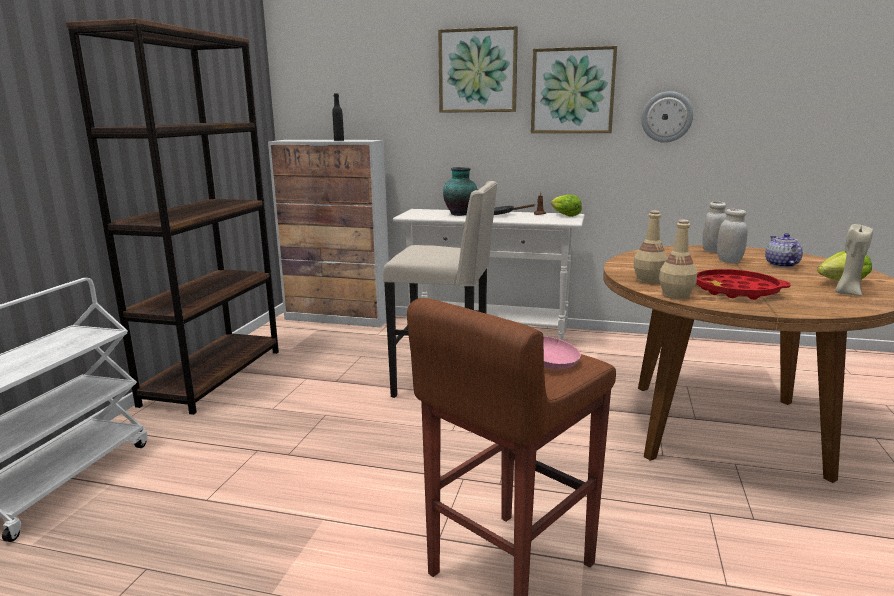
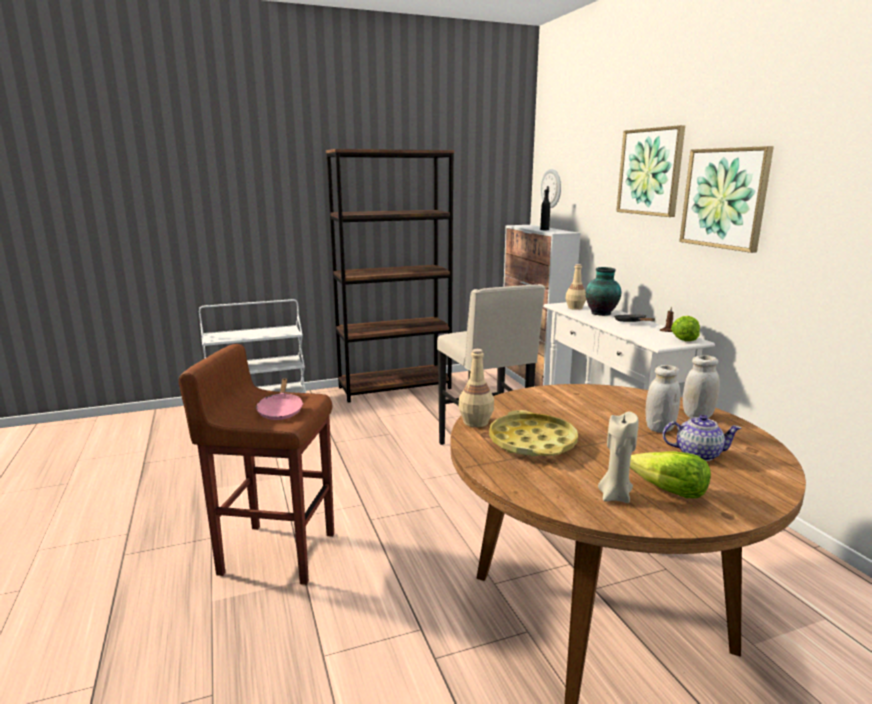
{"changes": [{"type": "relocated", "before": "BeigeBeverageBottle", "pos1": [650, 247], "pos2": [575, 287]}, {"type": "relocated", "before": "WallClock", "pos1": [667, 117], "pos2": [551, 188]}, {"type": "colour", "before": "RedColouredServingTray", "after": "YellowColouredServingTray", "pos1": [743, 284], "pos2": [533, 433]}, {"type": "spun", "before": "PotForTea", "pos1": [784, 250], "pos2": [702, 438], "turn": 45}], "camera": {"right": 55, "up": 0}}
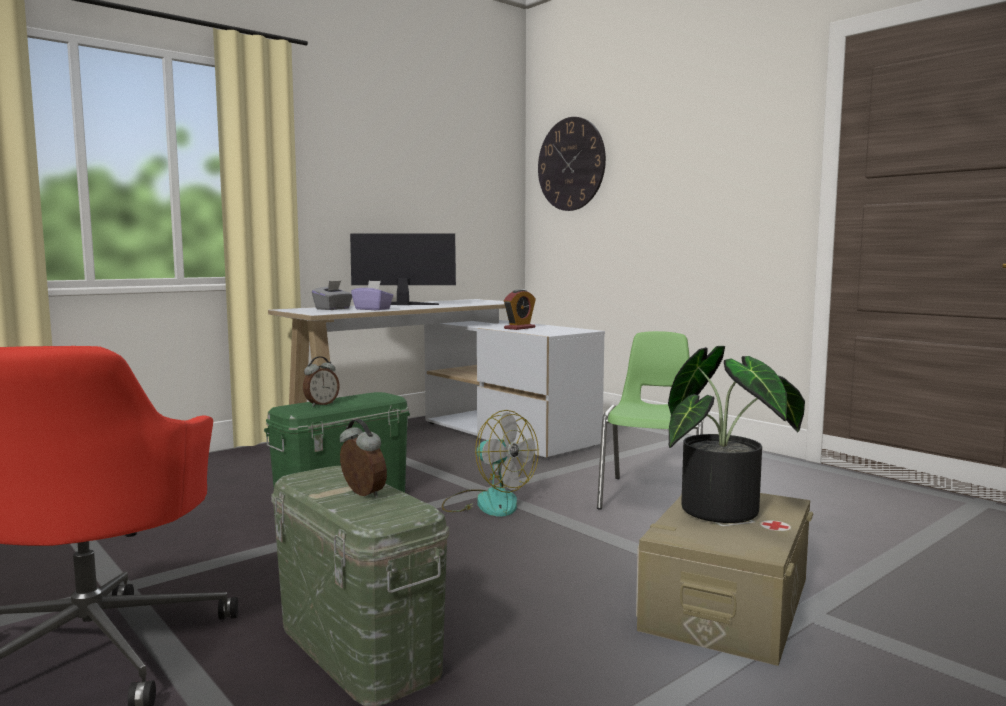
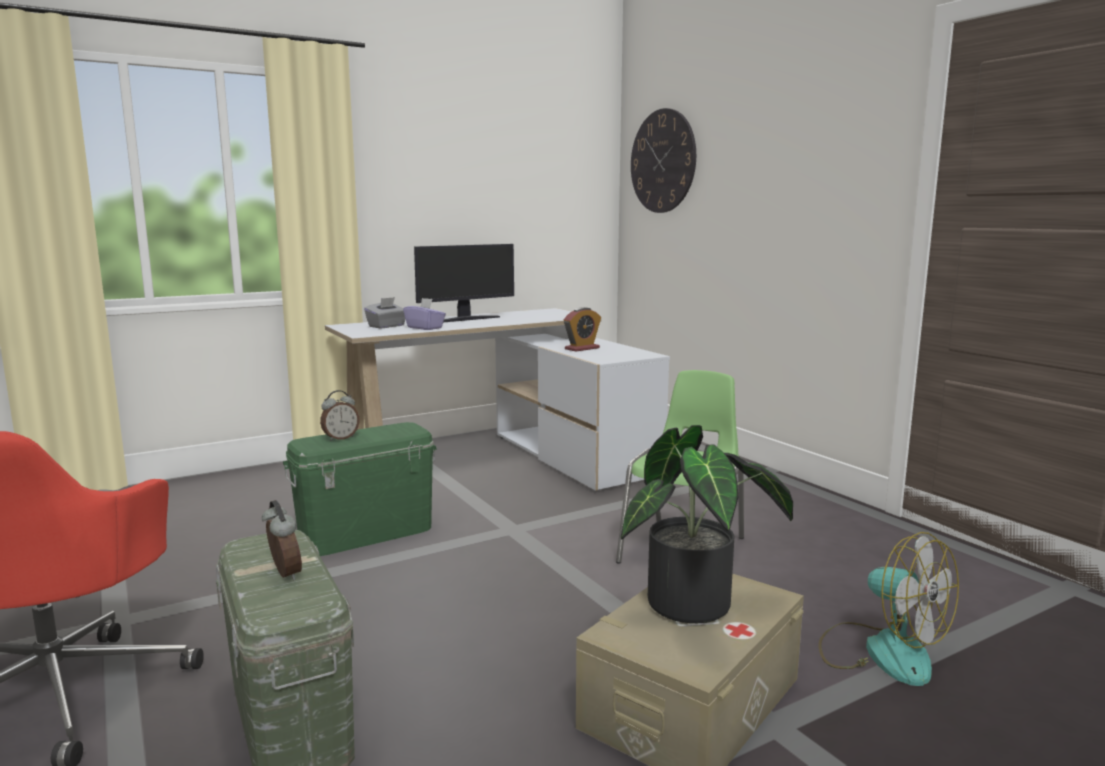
{"changes": [{"type": "relocated", "before": "Fan", "pos1": [490, 463], "pos2": [888, 609]}, {"type": "spun", "before": "Monitor", "pos1": [403, 269], "pos2": [464, 283], "turn": 135}], "camera": {"right": 10, "up": 5}}
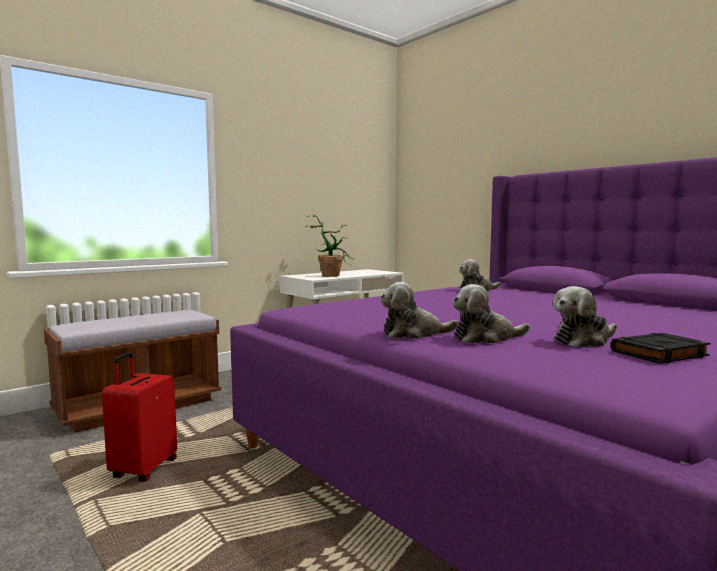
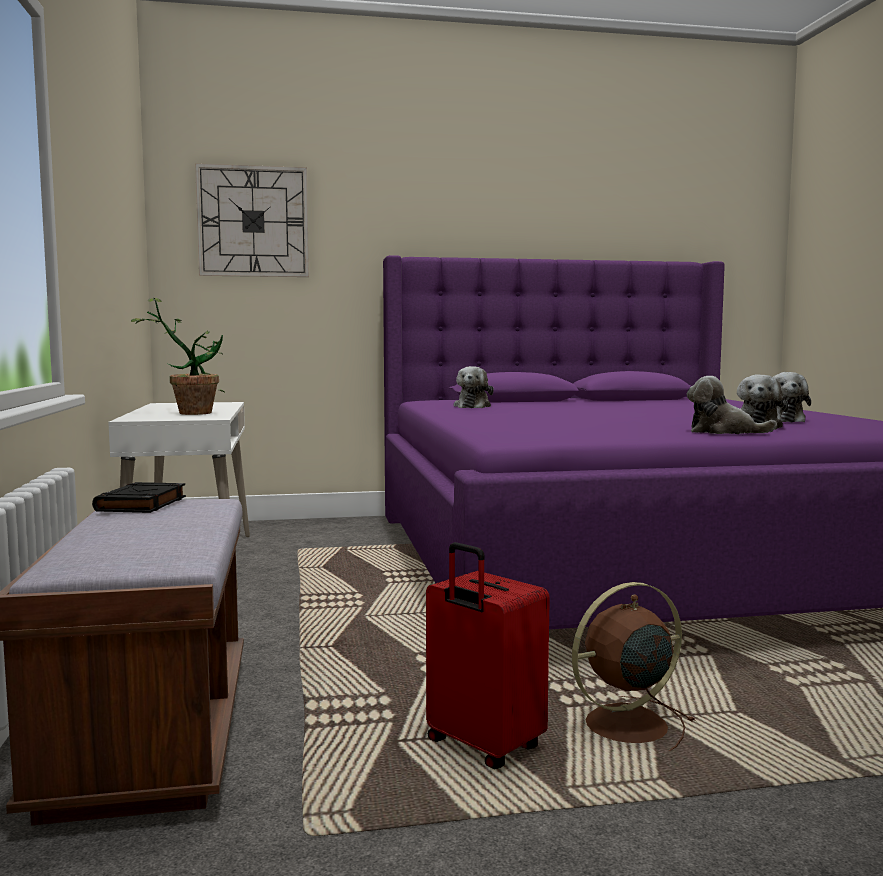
{"changes": [{"type": "appeared", "after": "WallClock", "pos2": [252, 220]}, {"type": "appeared", "after": "BrownishFan", "pos2": [634, 666]}, {"type": "relocated", "before": "BlackishBook", "pos1": [660, 348], "pos2": [139, 497]}, {"type": "spun", "before": "SoftToy", "pos1": [419, 310], "pos2": [732, 405], "turn": 90}], "camera": {"right": -60, "up": 0}}
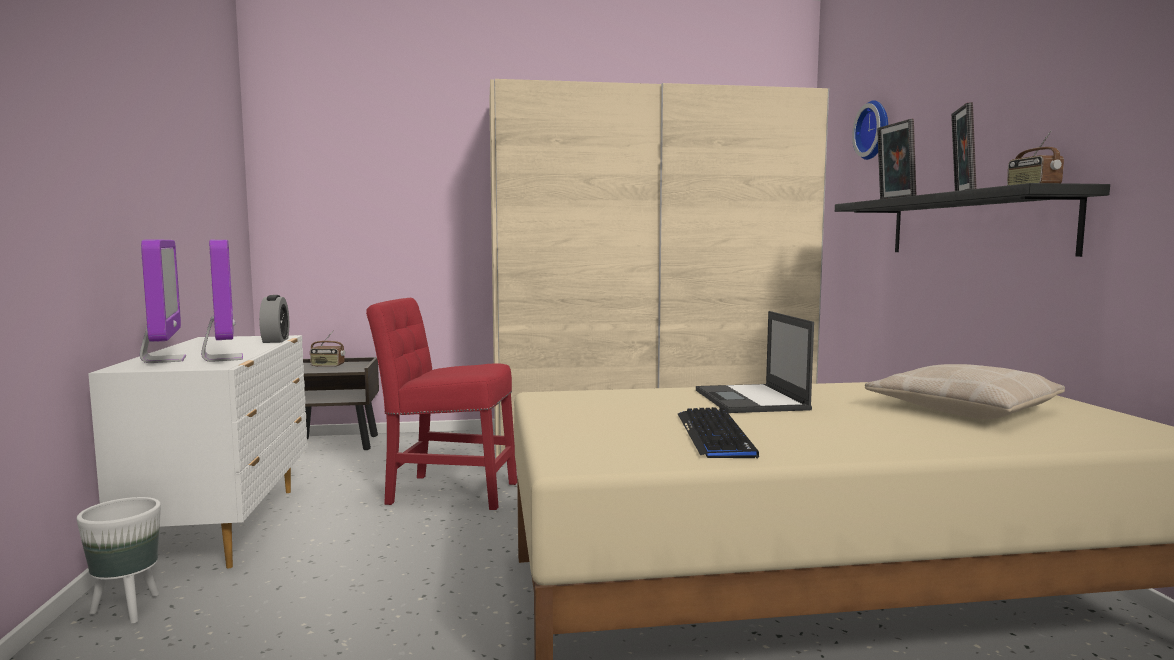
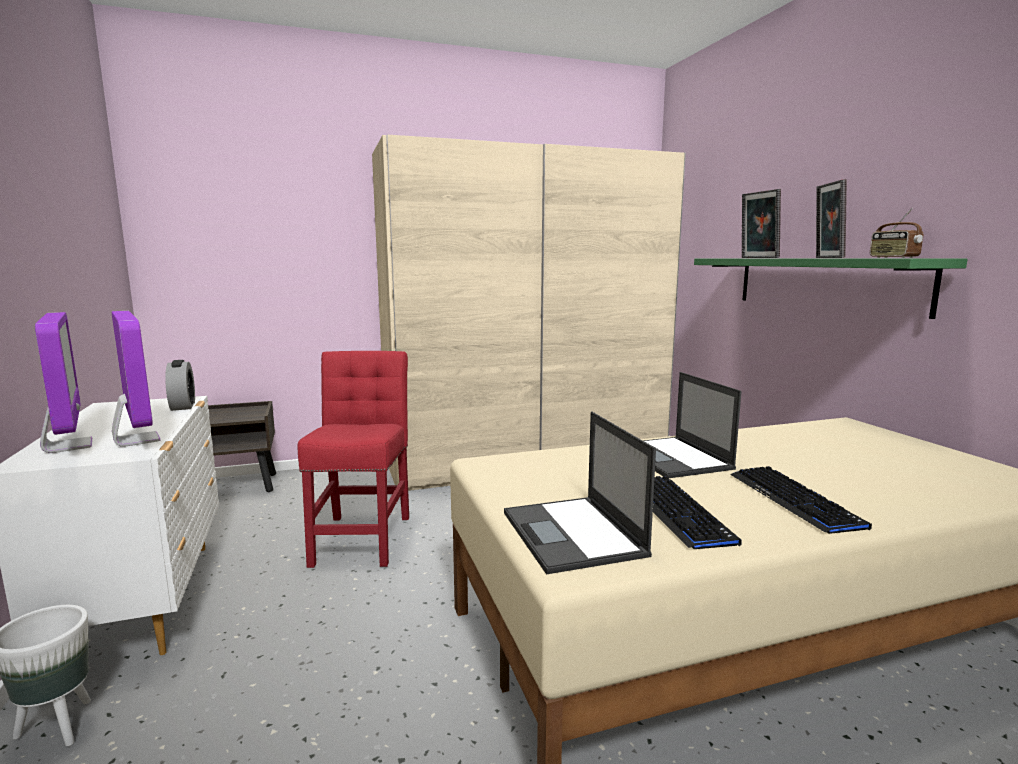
{"changes": [{"type": "missing", "before": "Radio", "pos1": [327, 349]}, {"type": "missing", "before": "WallClock", "pos1": [870, 130]}, {"type": "missing", "before": "BeigeCushion", "pos1": [965, 391]}, {"type": "appeared", "after": "Laptop", "pos2": [580, 493]}, {"type": "appeared", "after": "Keyboard", "pos2": [801, 500]}, {"type": "colour", "before": "BlackishWallShelf", "after": "GreenColouredWallShelf", "pos1": [972, 220], "pos2": [831, 288]}, {"type": "spun", "before": "RedColouredUprightChair", "pos1": [441, 404], "pos2": [353, 459], "turn": 90}], "camera": {"right": -10, "up": 5}}
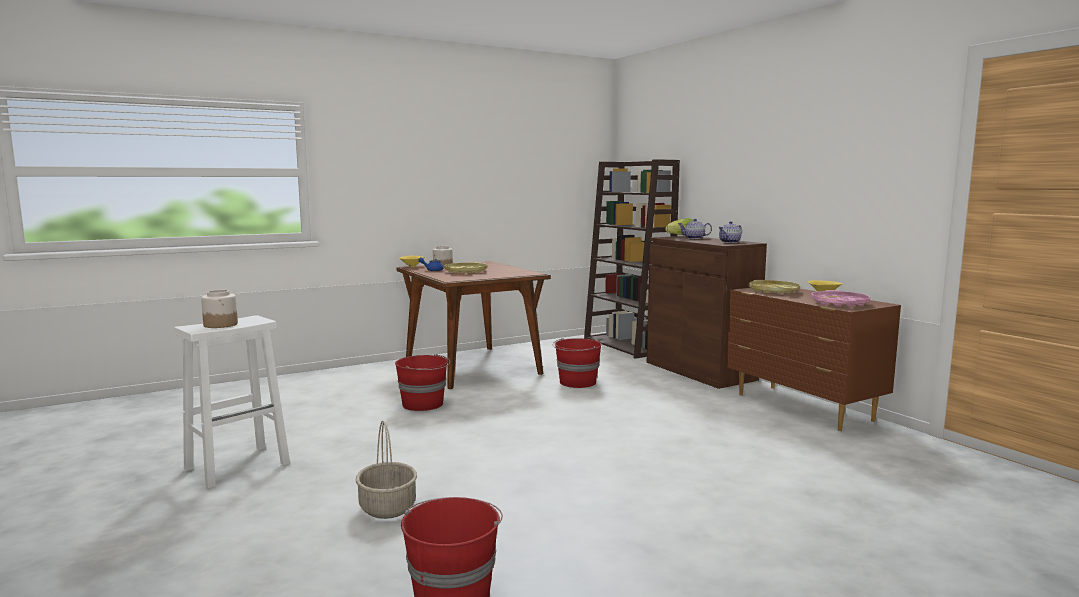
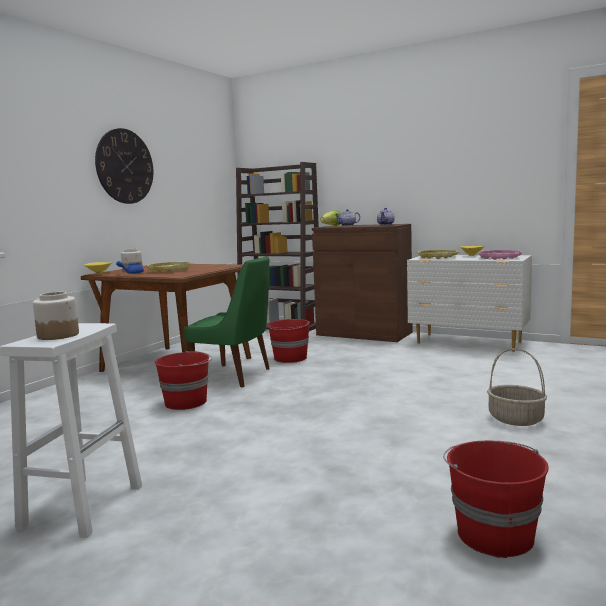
{"changes": [{"type": "appeared", "after": "WallClock", "pos2": [124, 166]}, {"type": "appeared", "after": "GreenColouredUprightChair", "pos2": [226, 321]}, {"type": "relocated", "before": "StorageBasket", "pos1": [386, 470], "pos2": [517, 387]}, {"type": "colour", "before": "BrownishChestOfDrawers", "after": "WhiteColouredChestOfDrawers", "pos1": [814, 359], "pos2": [469, 303]}], "camera": {"right": -30, "up": 0}}
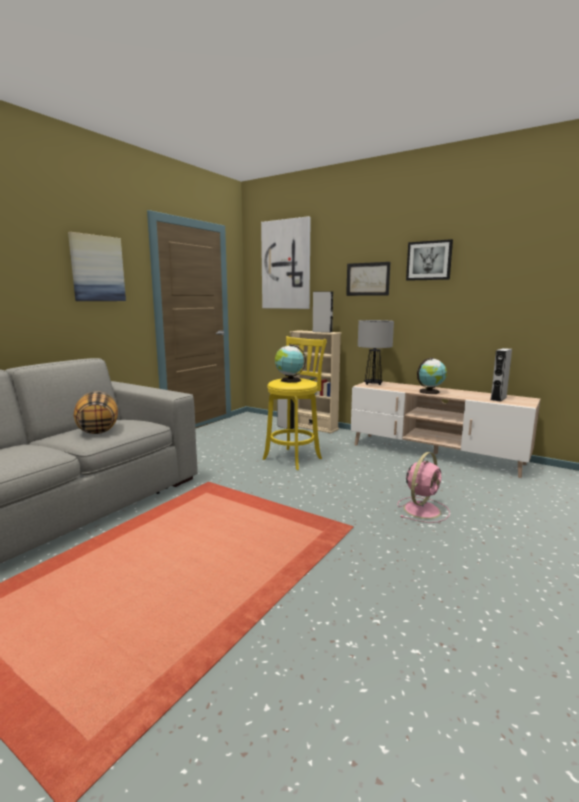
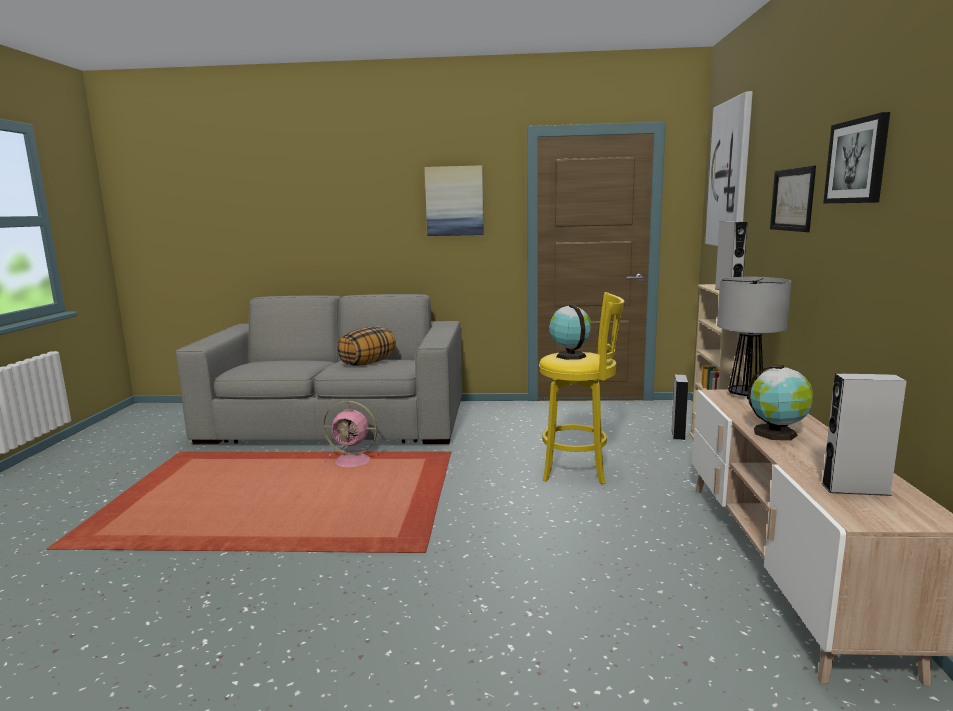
{"changes": [{"type": "relocated", "before": "PinkFan", "pos1": [424, 487], "pos2": [350, 434]}], "camera": {"right": 60, "up": 0}}
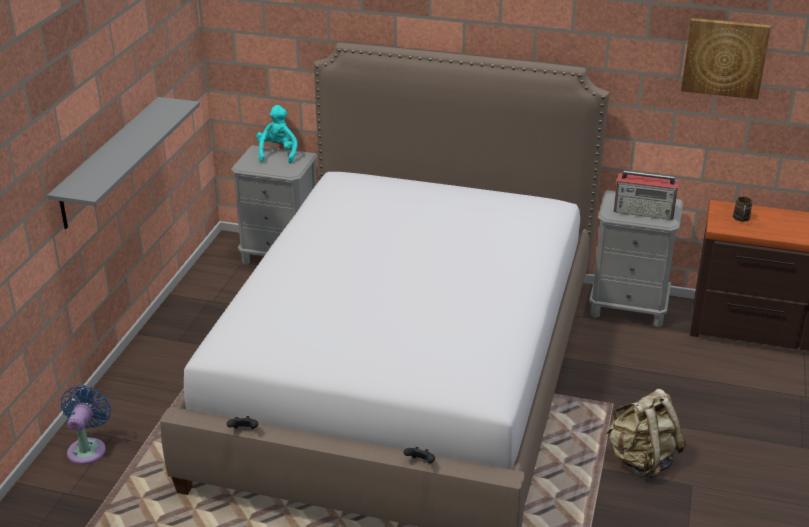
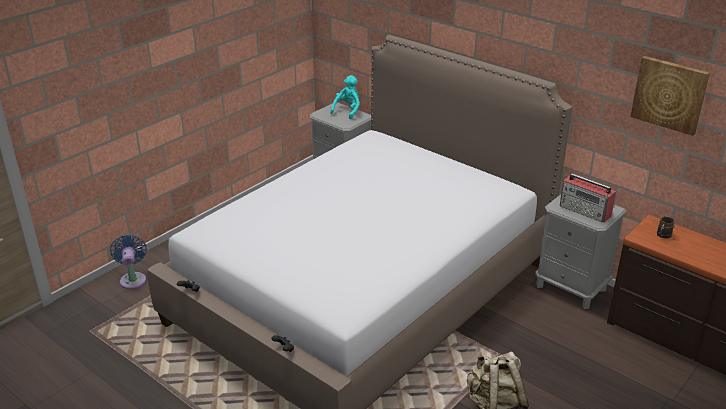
{"changes": [{"type": "missing", "before": "GrayWallShelf", "pos1": [123, 163]}, {"type": "spun", "before": "BlueColouredFan", "pos1": [86, 425], "pos2": [128, 262], "turn": -45}], "camera": {"right": 25, "up": 0}}
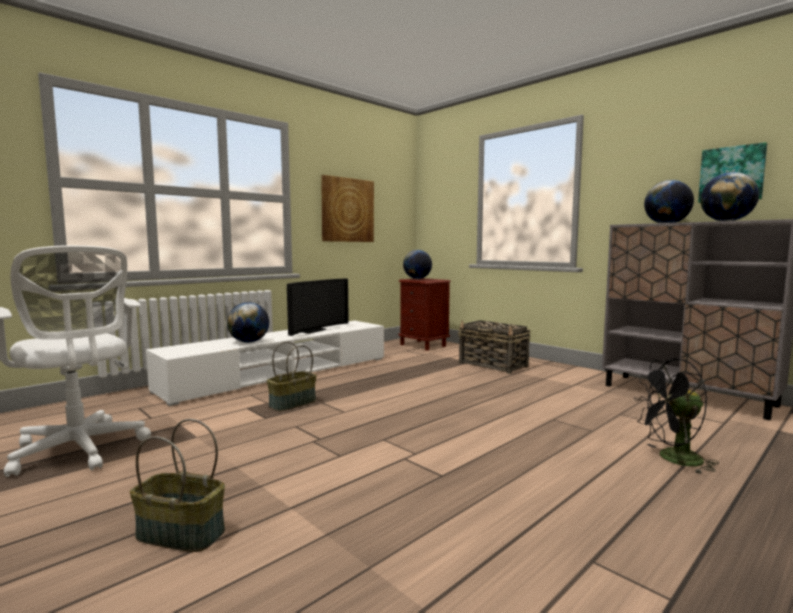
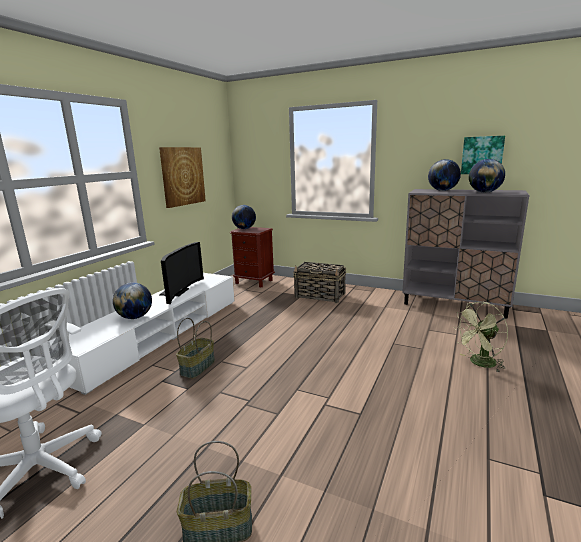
{"changes": [{"type": "colour", "before": "BlackishFan", "after": "GreenColouredFan", "pos1": [676, 416], "pos2": [480, 337]}], "camera": {"right": -20, "up": 10}}
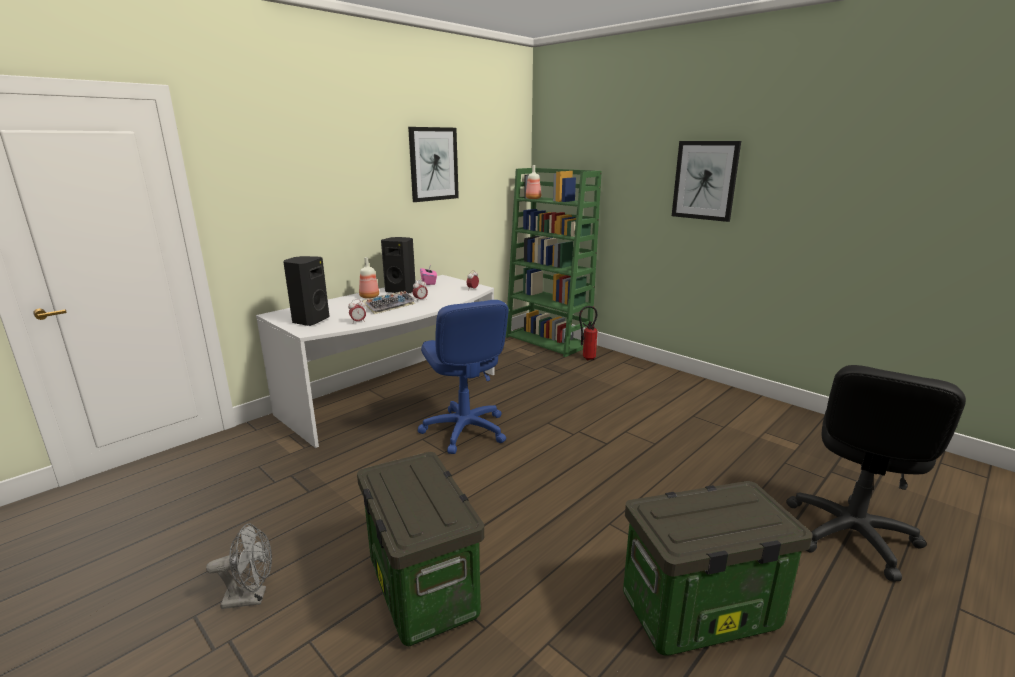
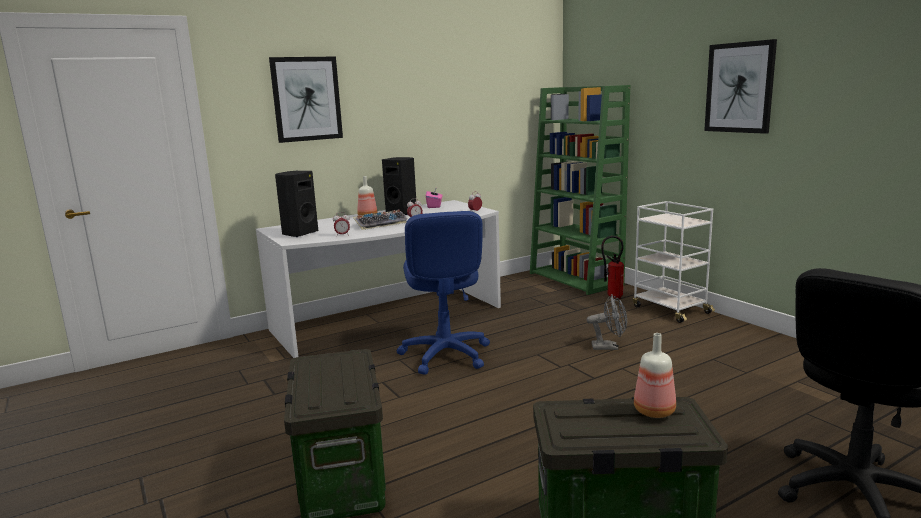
{"changes": [{"type": "appeared", "after": "WhiteColouredTrolley", "pos2": [674, 262]}, {"type": "relocated", "before": "GrayFan", "pos1": [239, 566], "pos2": [607, 322]}, {"type": "relocated", "before": "WallArt", "pos1": [433, 164], "pos2": [306, 100]}, {"type": "relocated", "before": "BeverageBottle", "pos1": [533, 182], "pos2": [655, 375]}], "camera": {"right": 15, "up": -5}}
